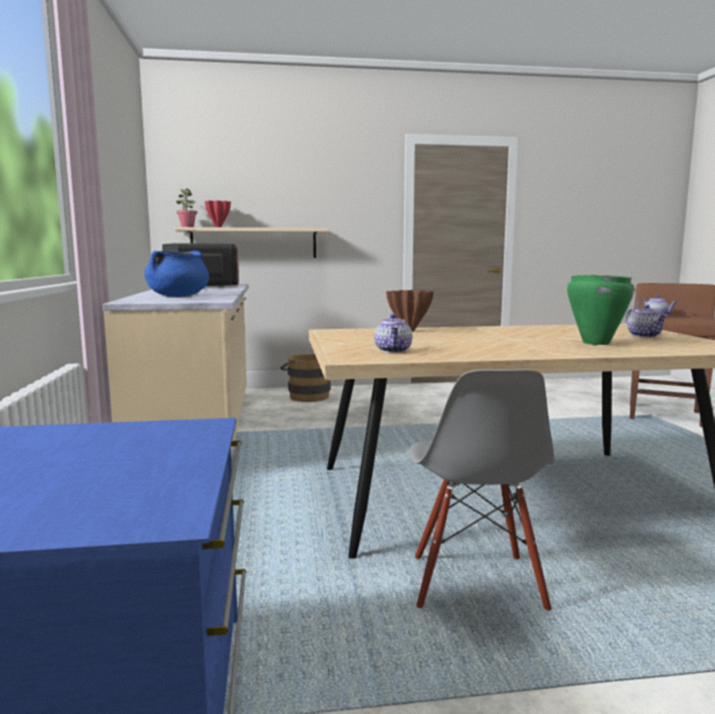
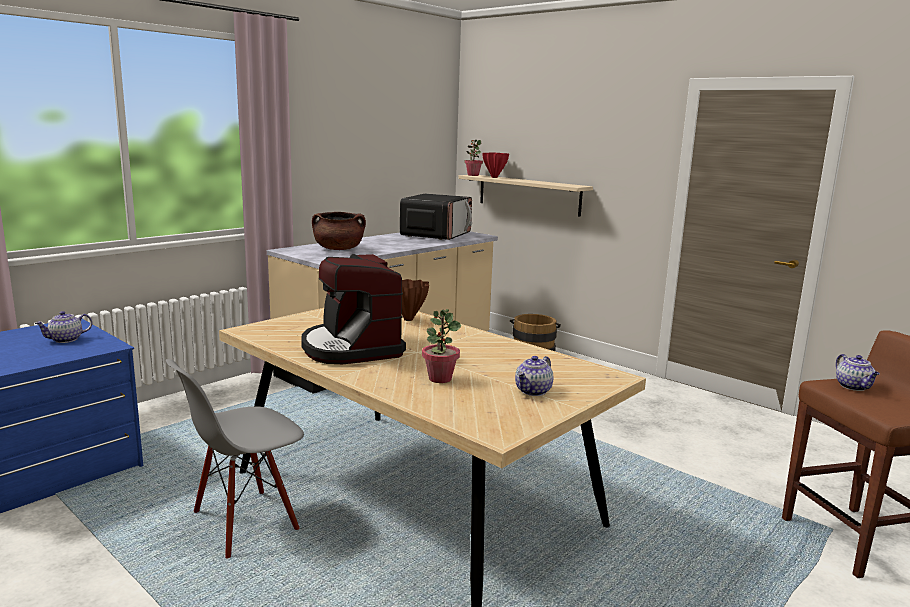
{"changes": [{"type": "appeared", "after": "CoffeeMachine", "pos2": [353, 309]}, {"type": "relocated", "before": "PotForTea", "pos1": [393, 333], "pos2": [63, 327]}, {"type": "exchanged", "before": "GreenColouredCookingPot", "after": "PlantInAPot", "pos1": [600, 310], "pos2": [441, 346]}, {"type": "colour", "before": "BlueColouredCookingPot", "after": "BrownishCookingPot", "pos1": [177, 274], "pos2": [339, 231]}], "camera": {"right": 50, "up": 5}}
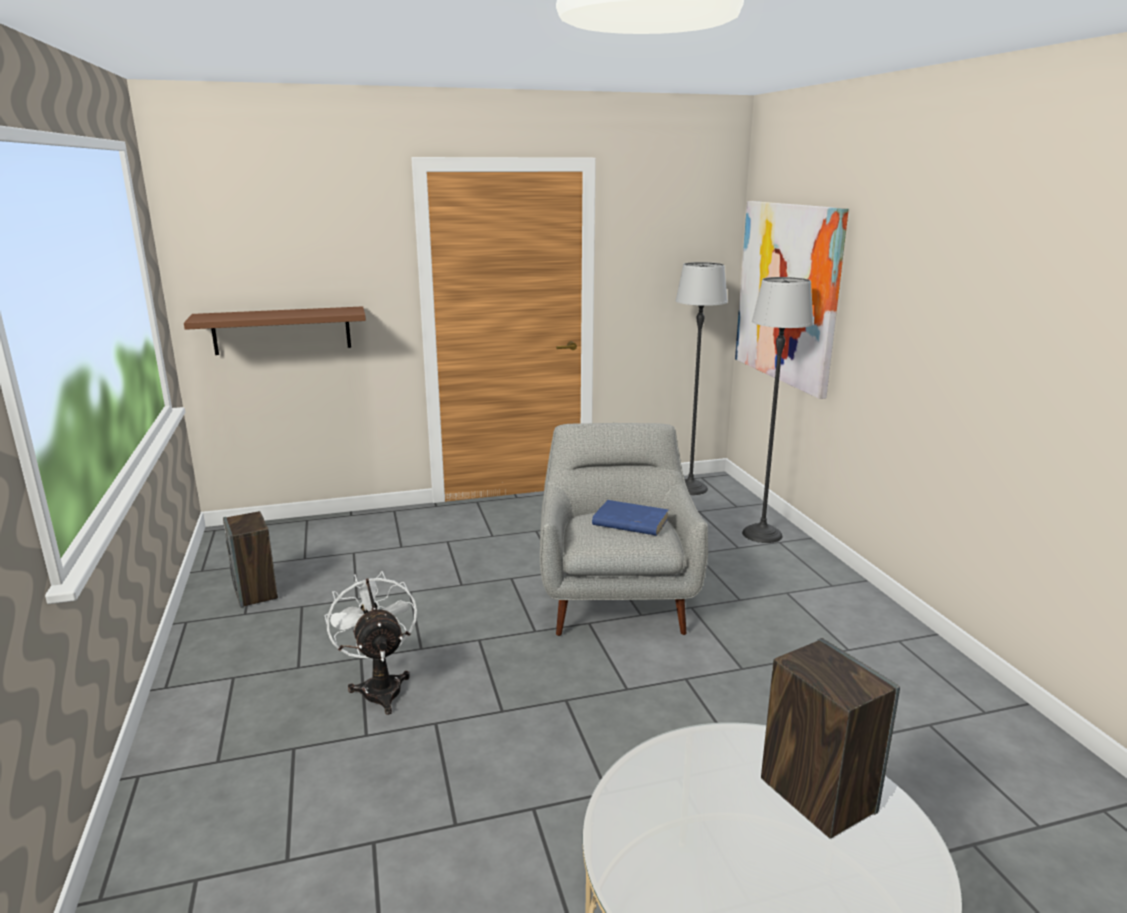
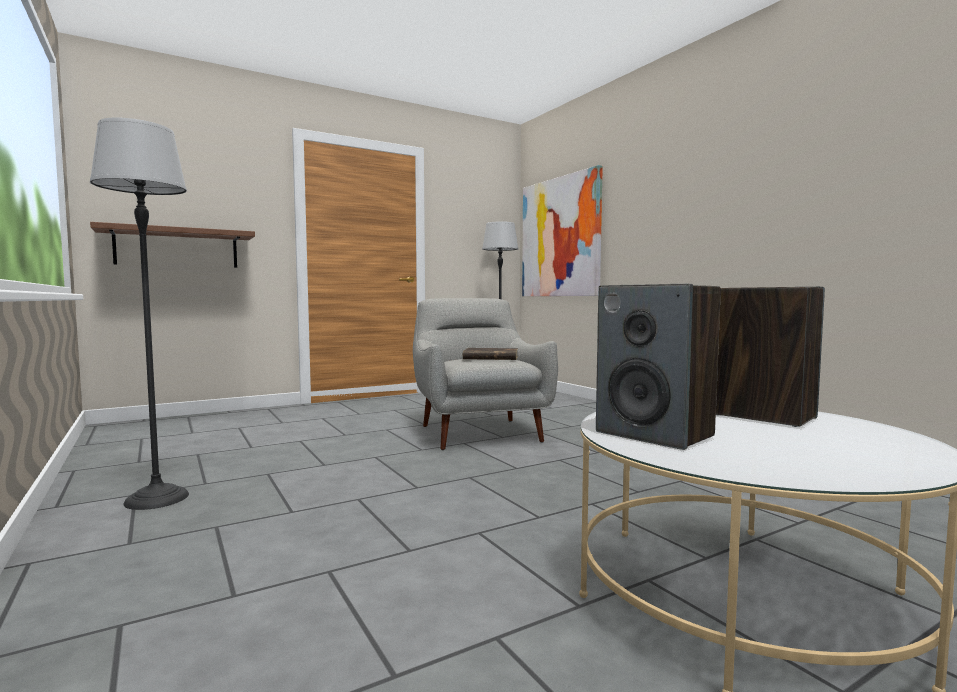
{"changes": [{"type": "missing", "before": "WhiteColouredFan", "pos1": [371, 643]}, {"type": "relocated", "before": "AudioSpeaker", "pos1": [250, 559], "pos2": [658, 367]}, {"type": "relocated", "before": "StandingLamp", "pos1": [778, 410], "pos2": [139, 313]}, {"type": "colour", "before": "BlueColouredBook", "after": "BrownishBook", "pos1": [630, 518], "pos2": [490, 354]}], "camera": {"right": -15, "up": -15}}
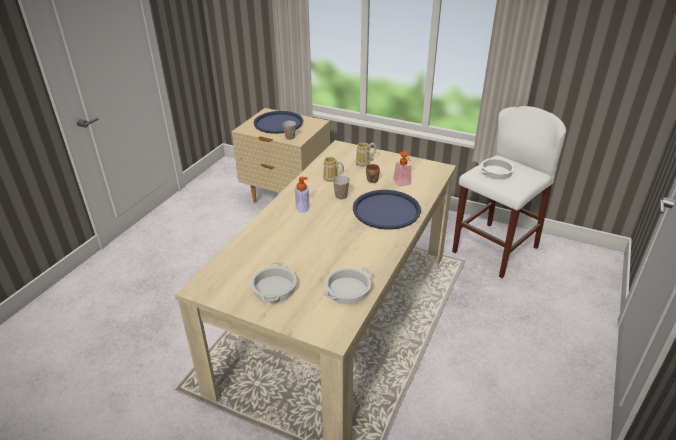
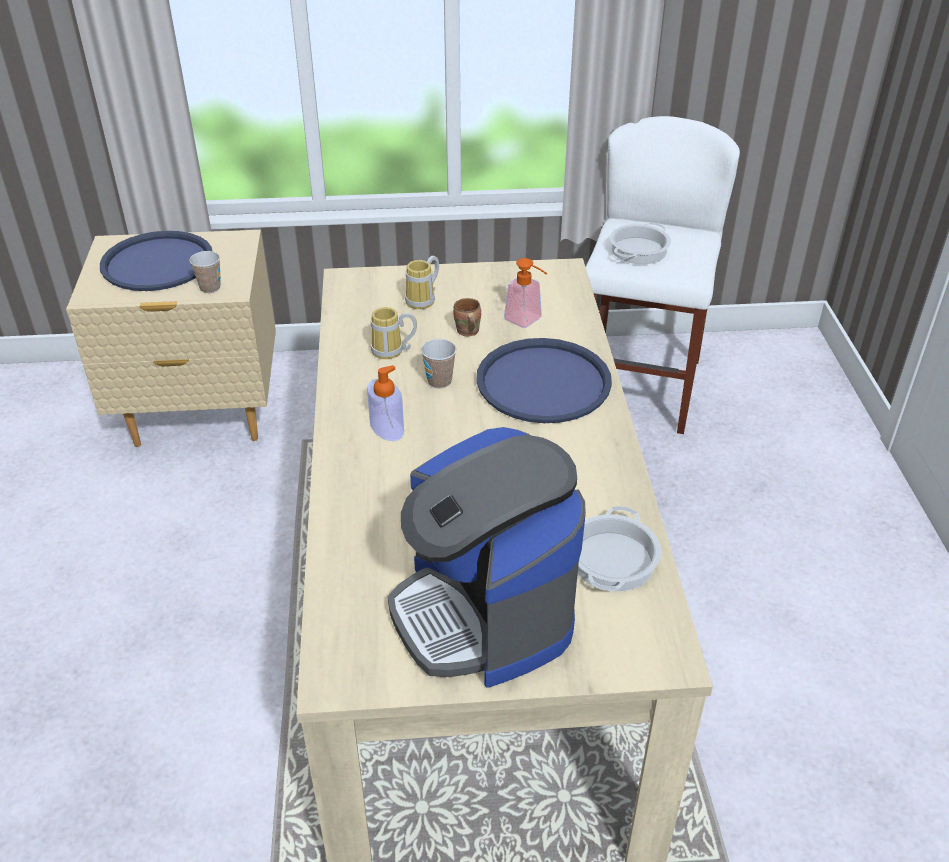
{"changes": [{"type": "exchanged", "before": "CookingPot", "after": "CoffeeMachine", "pos1": [273, 282], "pos2": [487, 557]}], "camera": {"right": -30, "up": 5}}
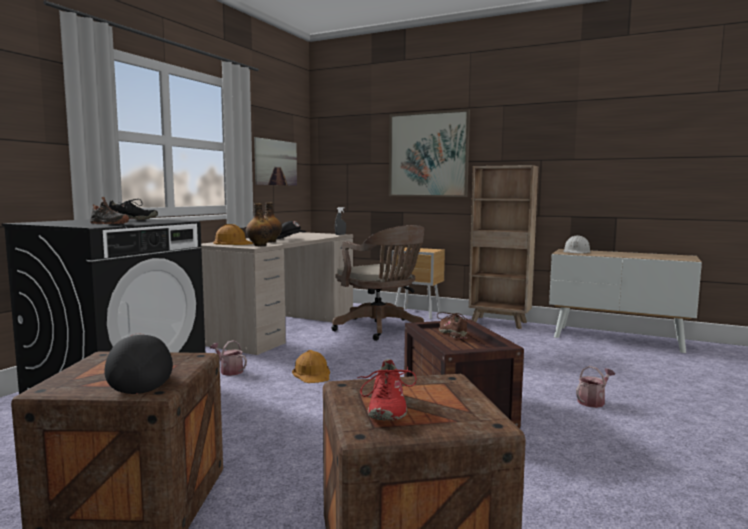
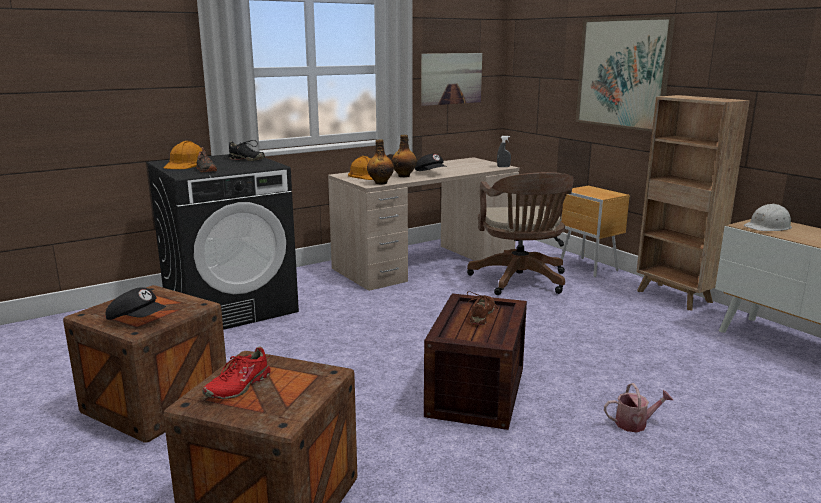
{"changes": [{"type": "missing", "before": "WateringPot", "pos1": [228, 358]}, {"type": "relocated", "before": "OrangeColouredWorkHelmet", "pos1": [311, 366], "pos2": [182, 155]}, {"type": "spun", "before": "BlackishBaseballCap", "pos1": [138, 363], "pos2": [136, 303], "turn": 105}], "camera": {"right": 30, "up": 10}}
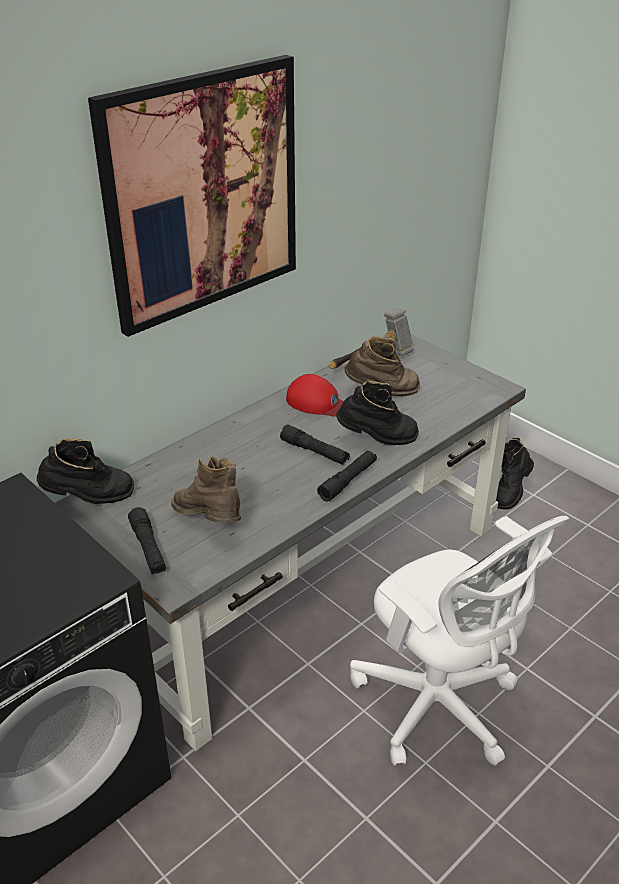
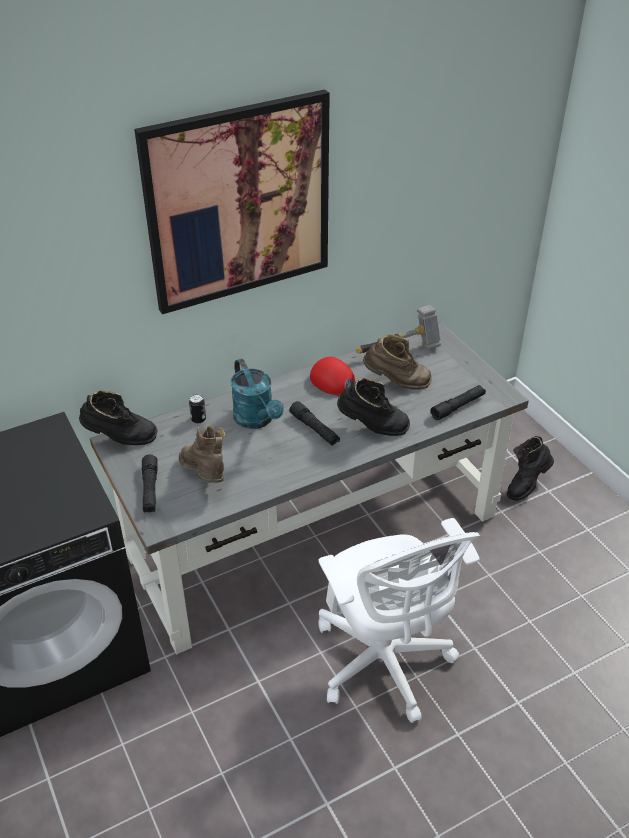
{"changes": [{"type": "appeared", "after": "SealedCan", "pos2": [197, 408]}, {"type": "appeared", "after": "BlueGreenWateringPot", "pos2": [257, 394]}, {"type": "relocated", "before": "BlackishTorch", "pos1": [347, 476], "pos2": [458, 402]}], "camera": {"right": 15, "up": 5}}
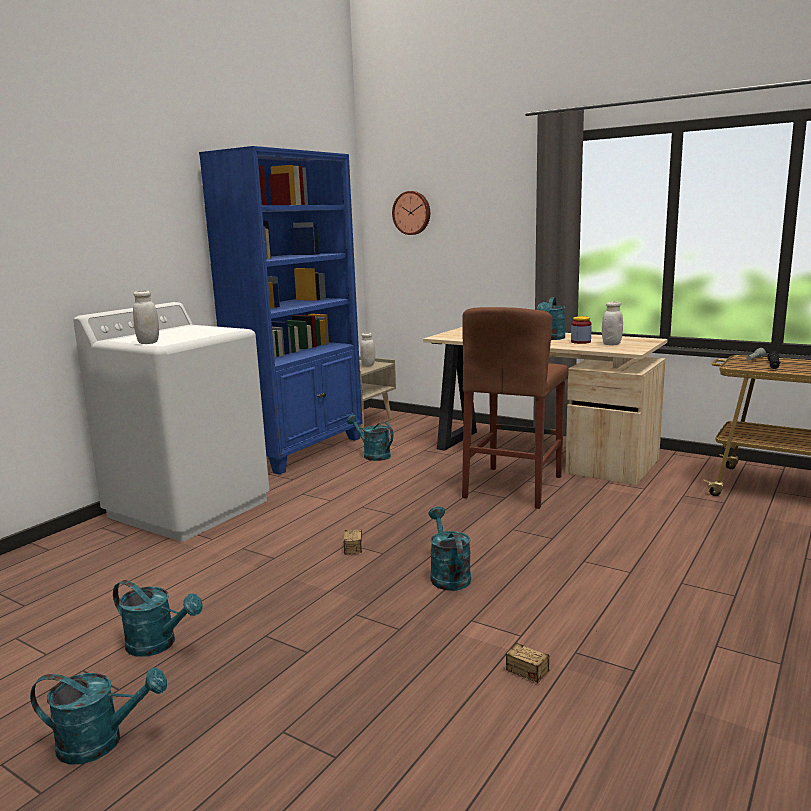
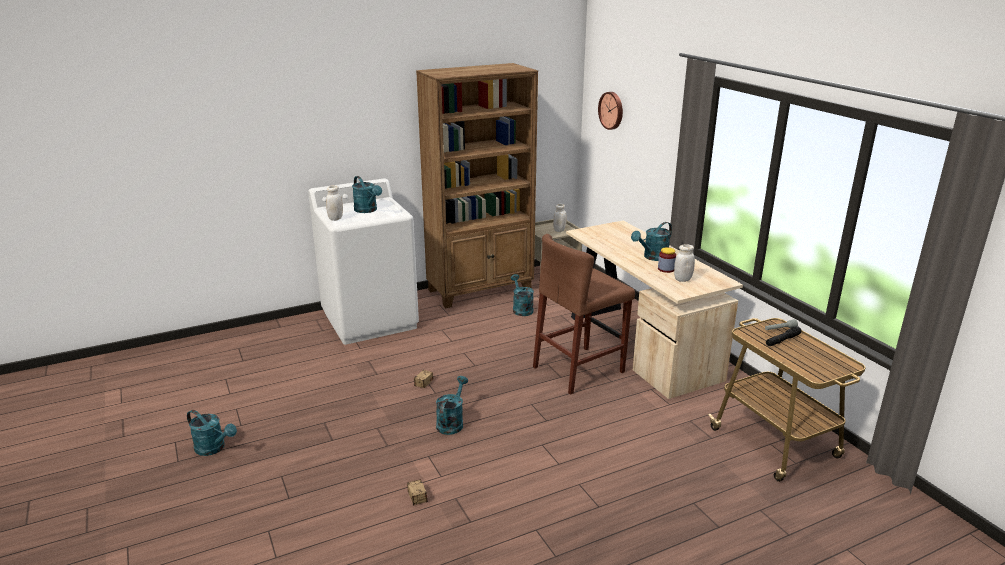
{"changes": [{"type": "relocated", "before": "BlueGreenWateringPot", "pos1": [158, 618], "pos2": [367, 194]}, {"type": "colour", "before": "BlueColouredBookshelf", "after": "BrownishBookshelf", "pos1": [281, 310], "pos2": [477, 185]}], "camera": {"right": 30, "up": 10}}
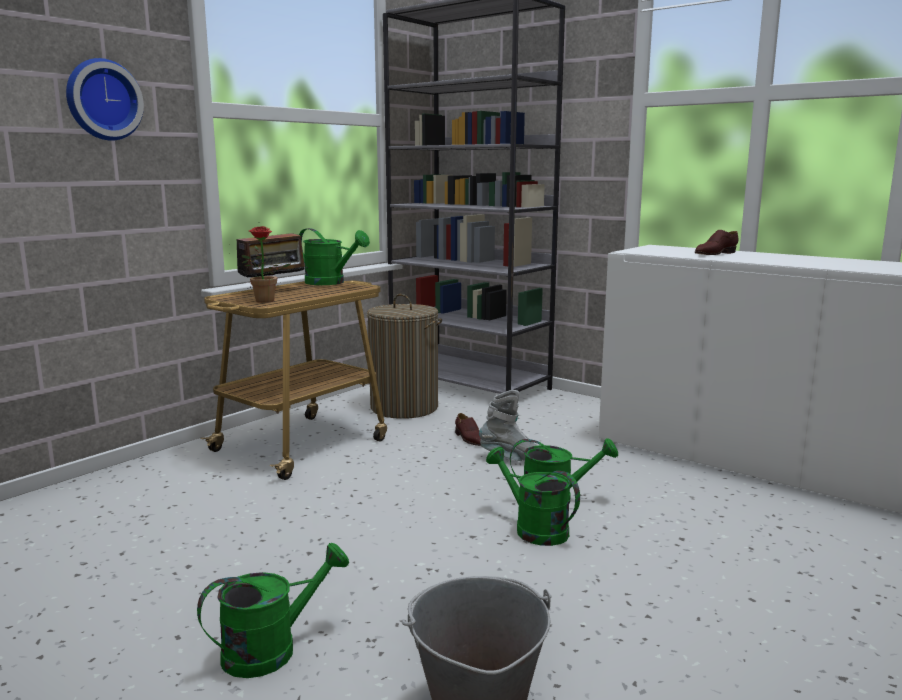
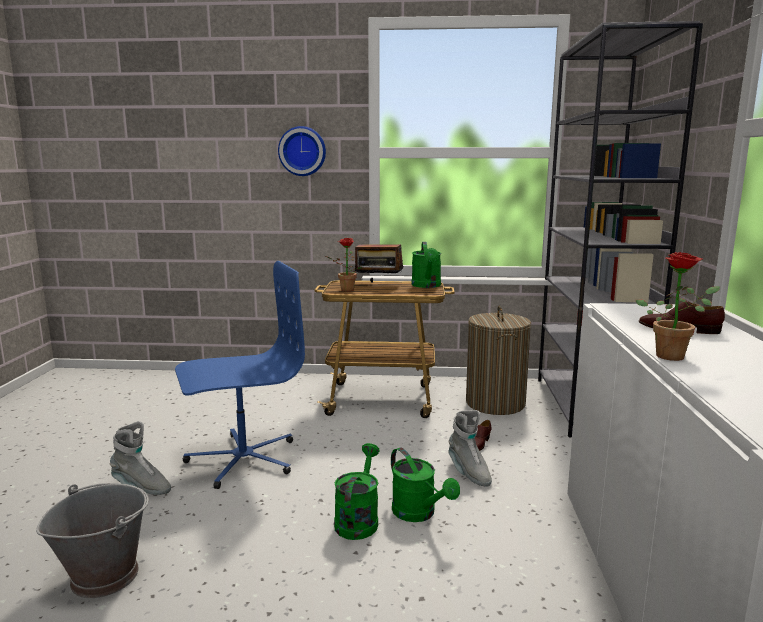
{"changes": [{"type": "appeared", "after": "BlueColouredOfficeChair", "pos2": [240, 375]}, {"type": "appeared", "after": "PlantInAPot", "pos2": [678, 306]}, {"type": "exchanged", "before": "GreenColouredWateringPot", "after": "GrayHighTopBoot", "pos1": [273, 610], "pos2": [140, 458]}], "camera": {"right": 55, "up": 0}}
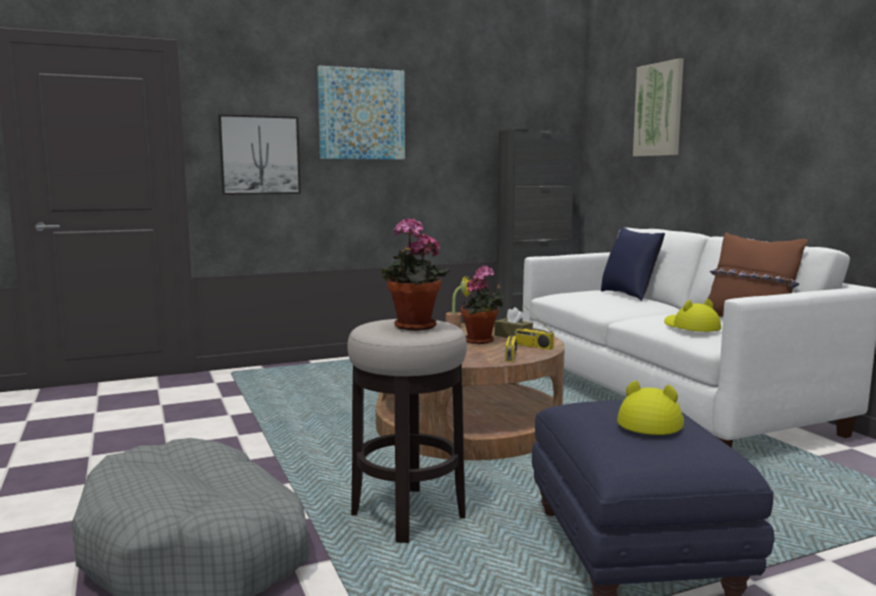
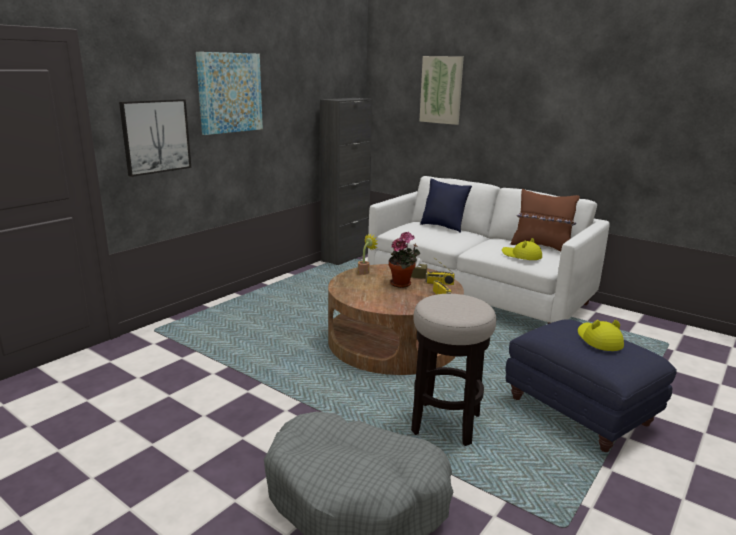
{"changes": [{"type": "missing", "before": "PlantInAPot", "pos1": [415, 274]}], "camera": {"right": -30, "up": 10}}
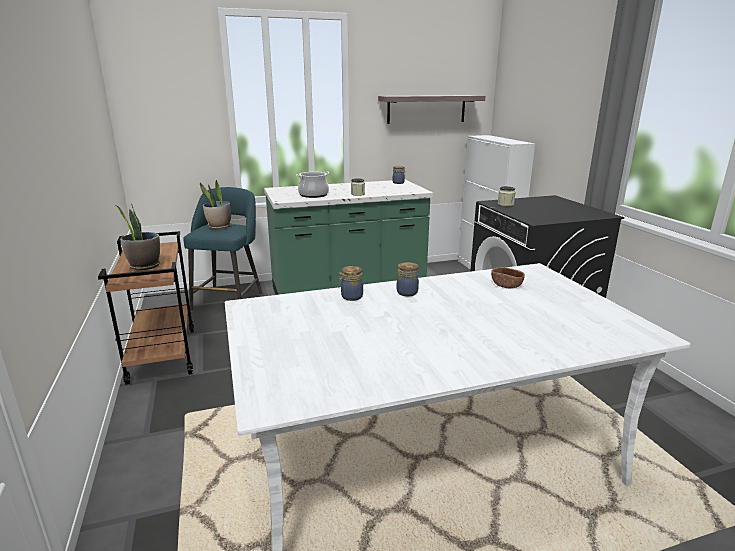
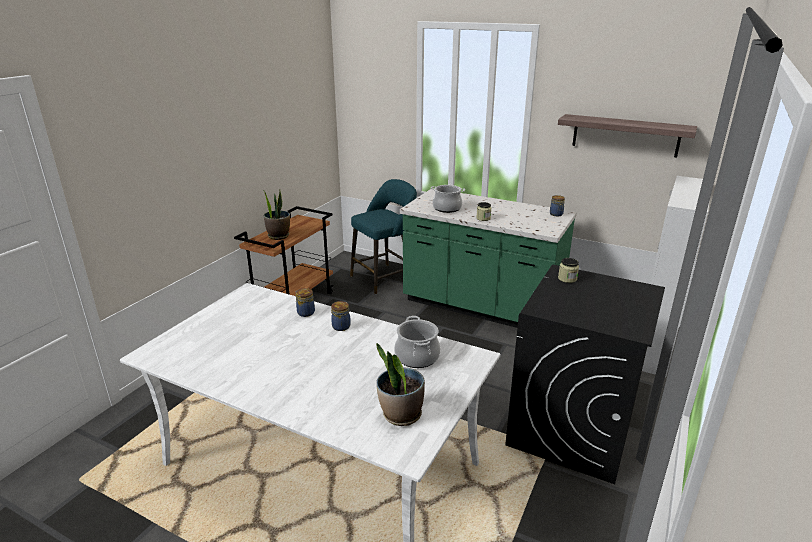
{"changes": [{"type": "relocated", "before": "PlantInAPot", "pos1": [215, 204], "pos2": [400, 384]}, {"type": "exchanged", "before": "BrownishServingBowl", "after": "CookingPot", "pos1": [508, 277], "pos2": [417, 342]}], "camera": {"right": 45, "up": 5}}
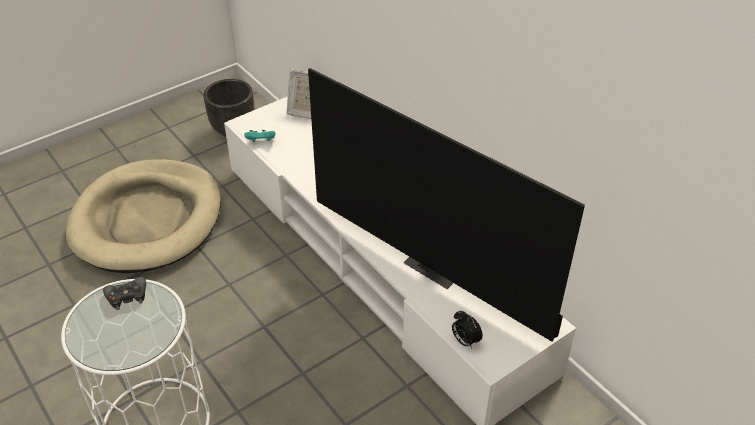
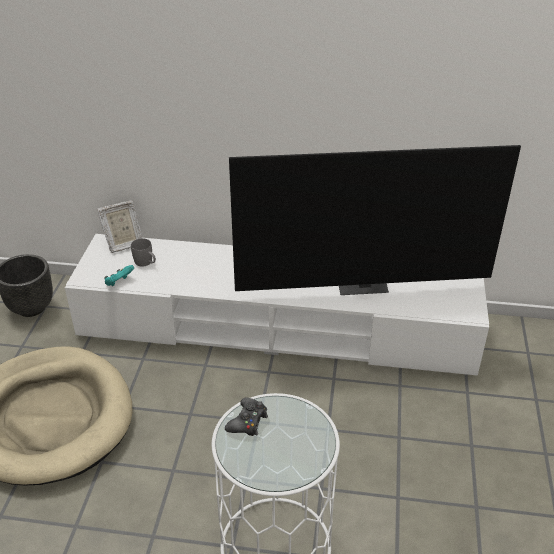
{"changes": [{"type": "missing", "before": "AlarmClock", "pos1": [467, 330]}, {"type": "appeared", "after": "GrayCoffeeMug", "pos2": [143, 252]}], "camera": {"right": -45, "up": -5}}
